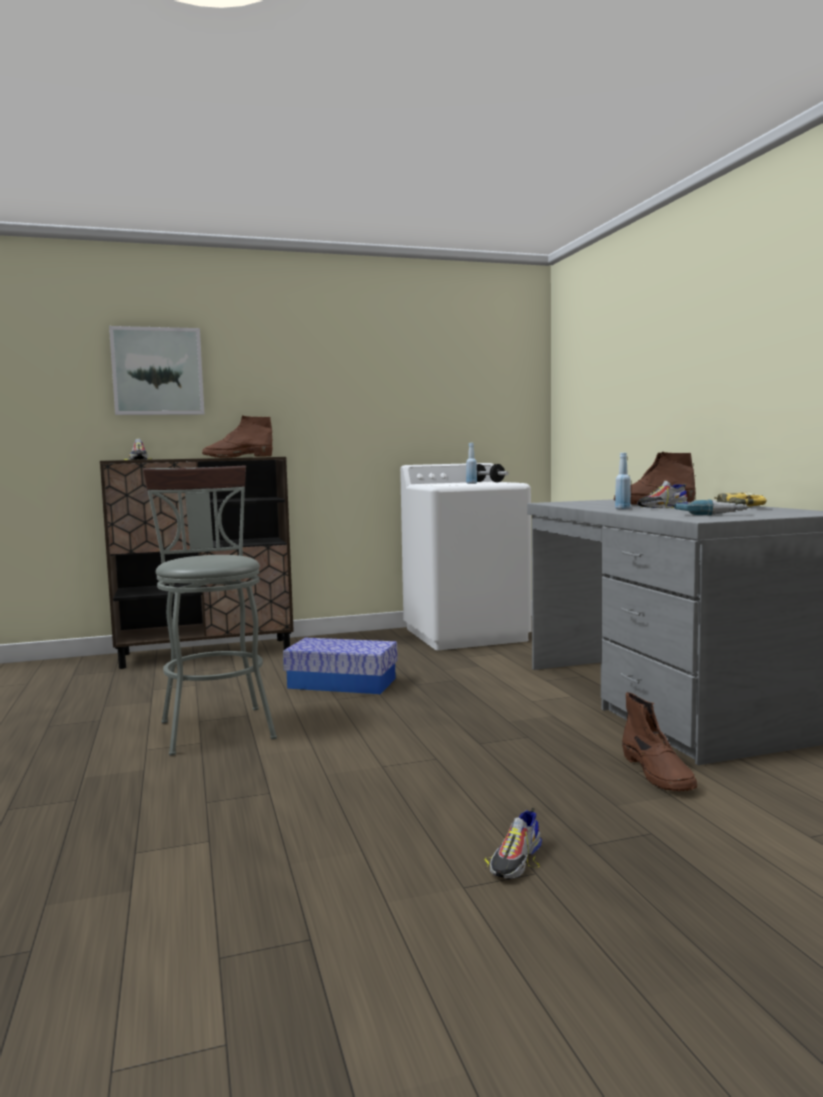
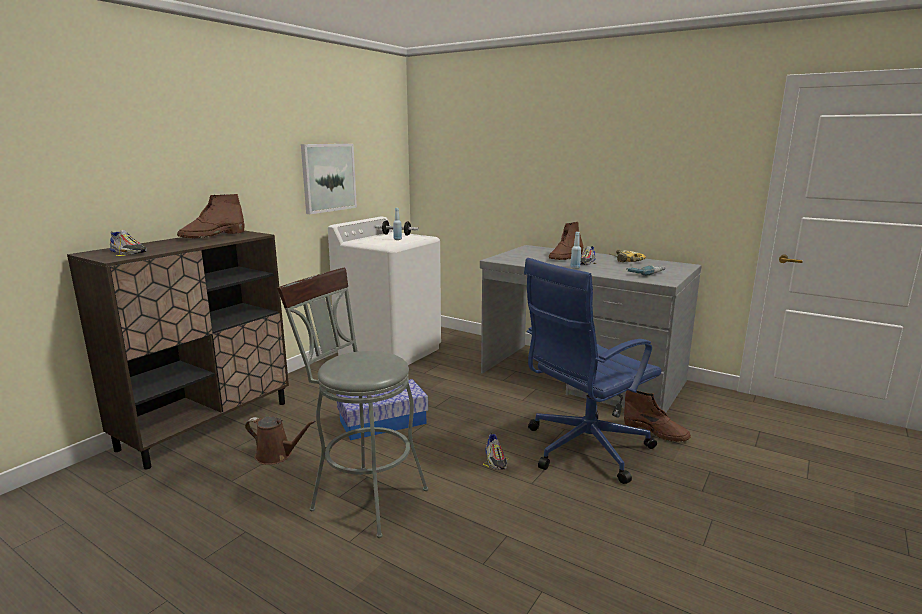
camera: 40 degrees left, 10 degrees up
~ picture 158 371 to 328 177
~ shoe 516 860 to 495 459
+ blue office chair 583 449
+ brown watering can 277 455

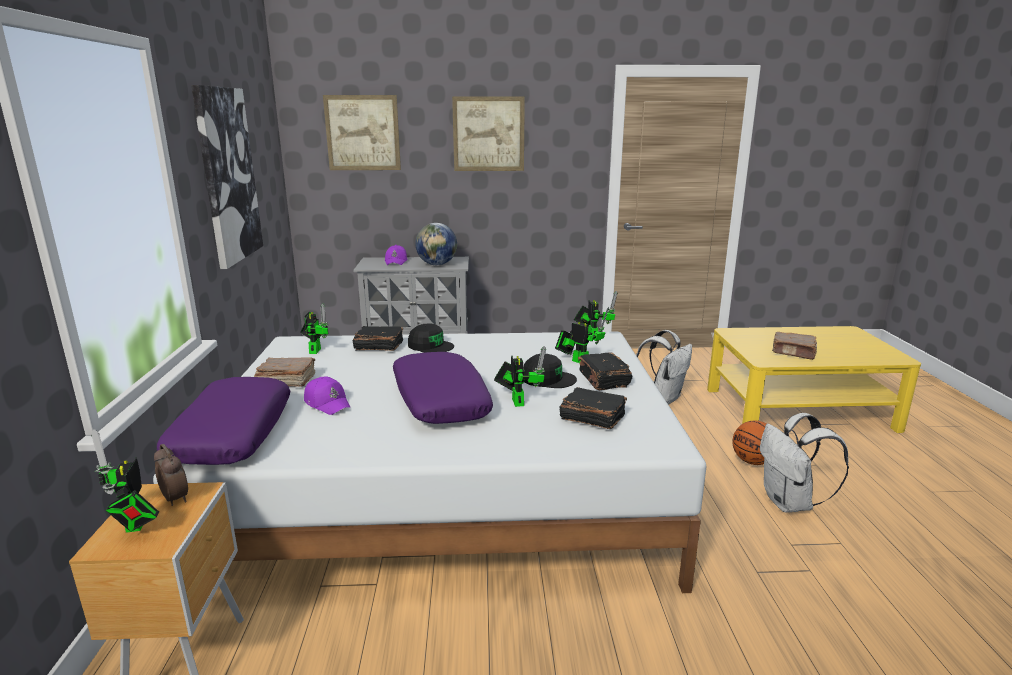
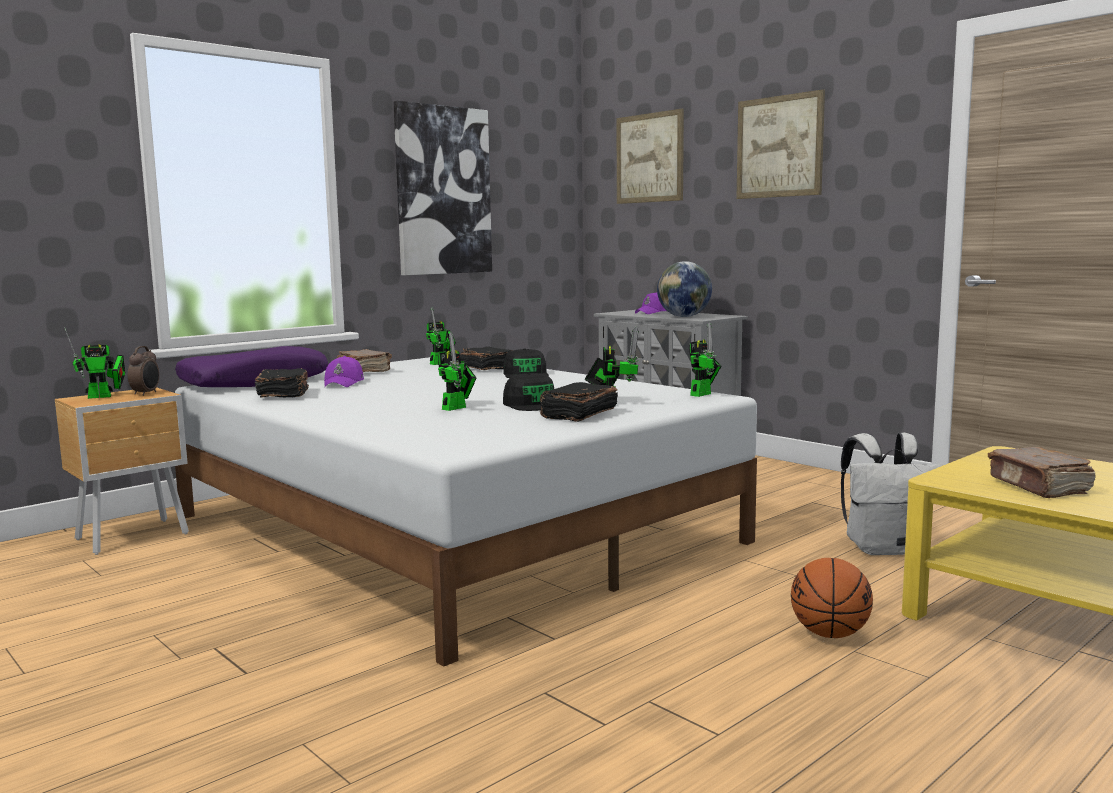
camera: 50 degrees right, 10 degrees down
- purple pillow 439 400
~ black book 591 418 to 284 395
- white backpack 790 503
~ toy robot 135 526 = 103 396 150 degrees counterclockwise

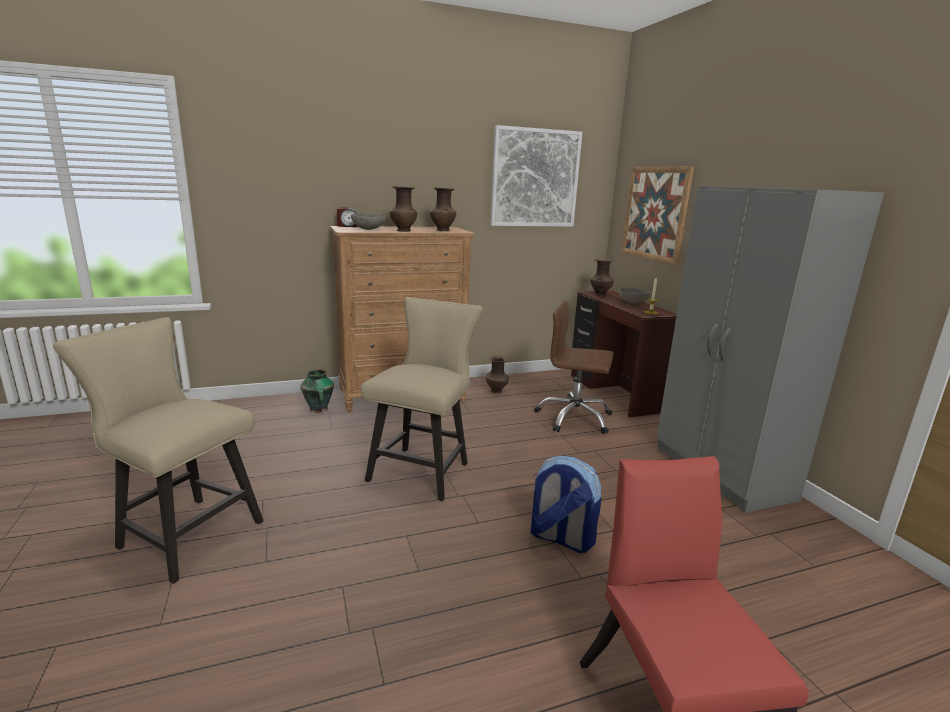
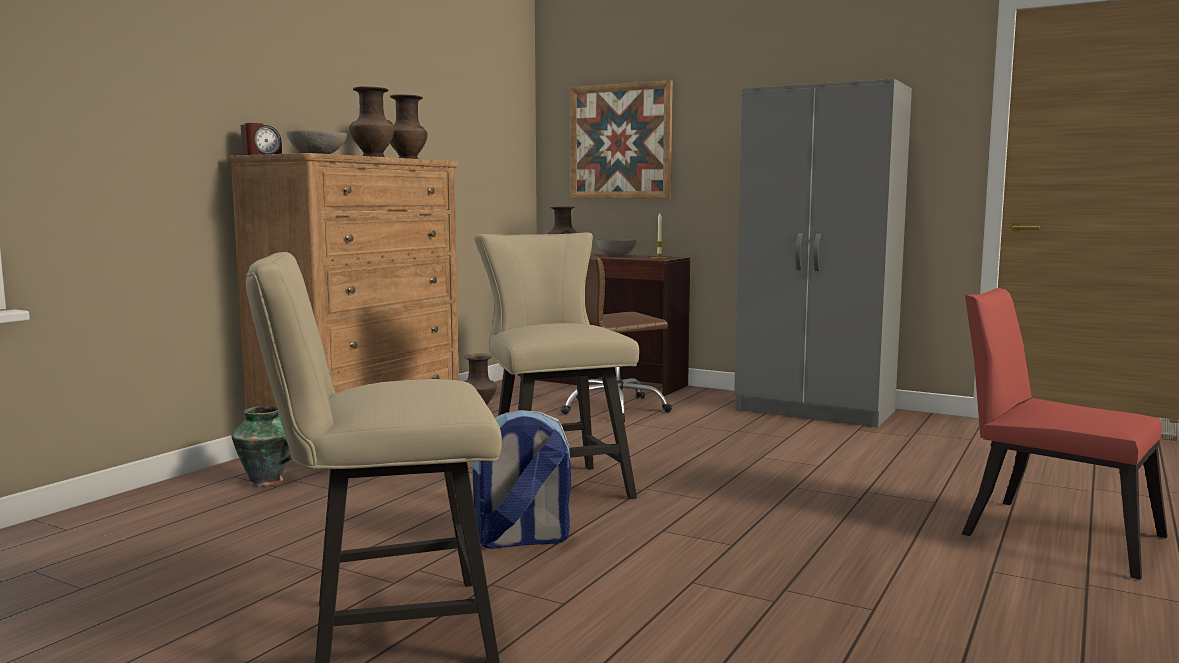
camera: 40 degrees left, 10 degrees down
- picture 535 178
~ backpack 560 538 to 521 540

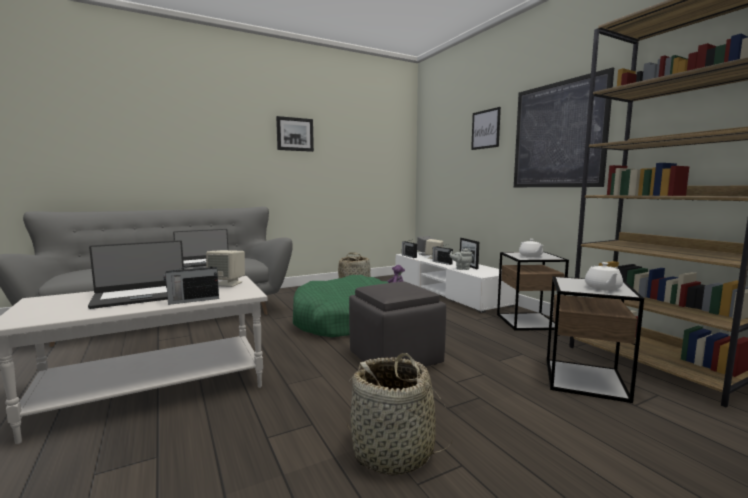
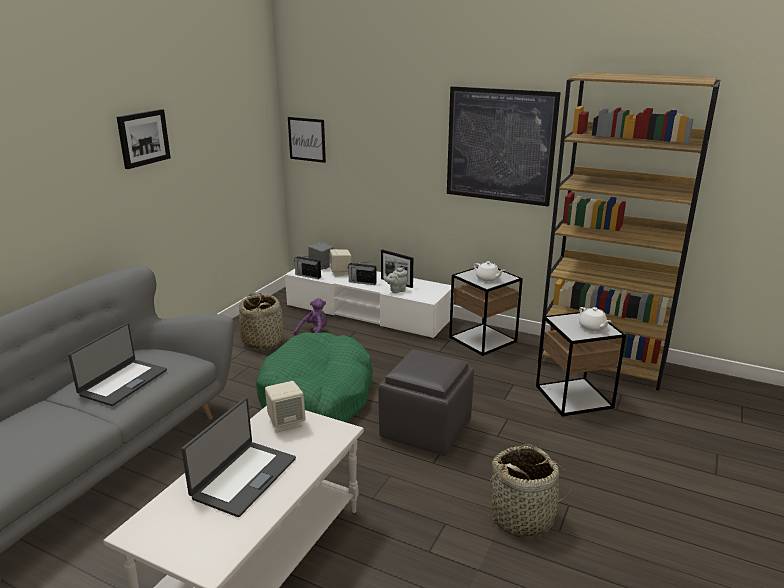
camera: 35 degrees left, 15 degrees up
~ picture 485 129 to 307 139
- radio 193 300

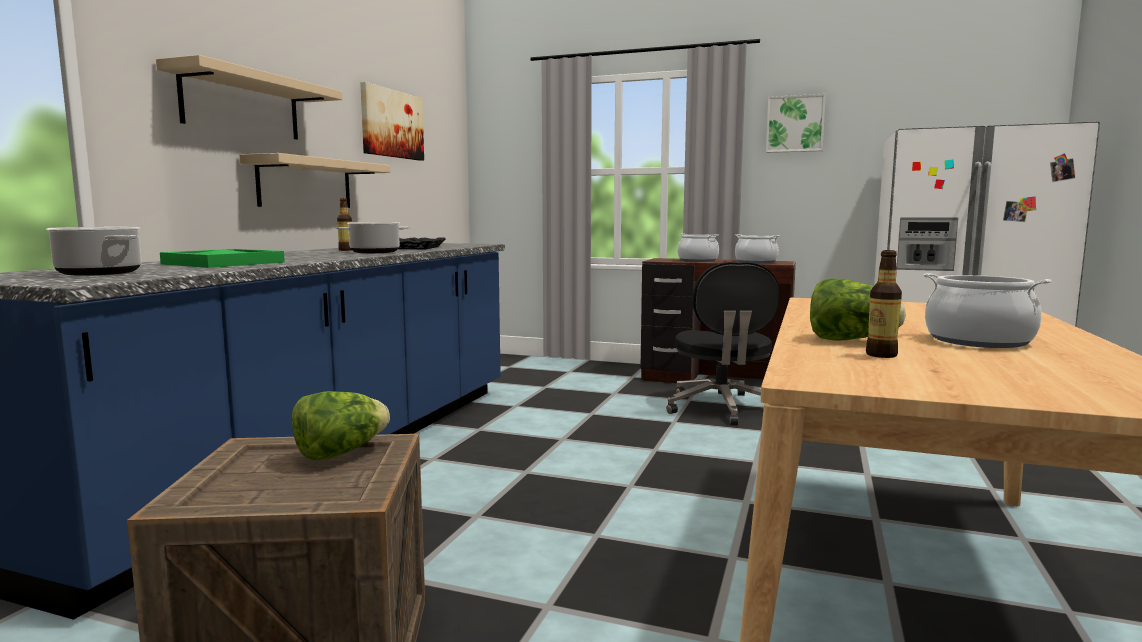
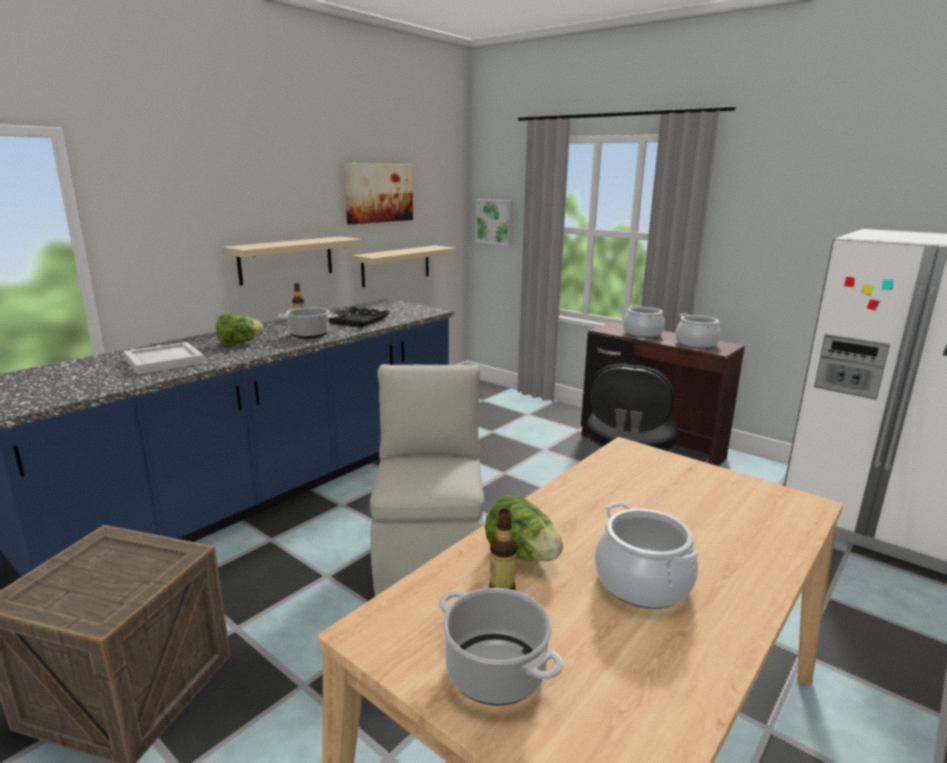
camera: 20 degrees right, 10 degrees up
~ beige shelf 242 105 to 396 265
~ picture 795 124 to 495 221
~ cooking pot 98 273 to 494 671
~ green tray 221 263 to white tray 163 361
~ lettuce 340 453 to 239 343
+ beige chair 430 556

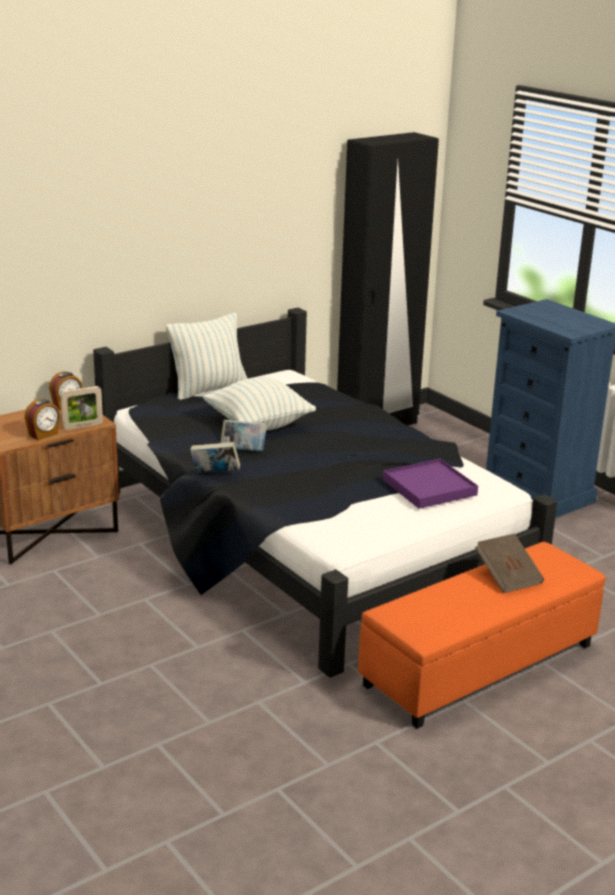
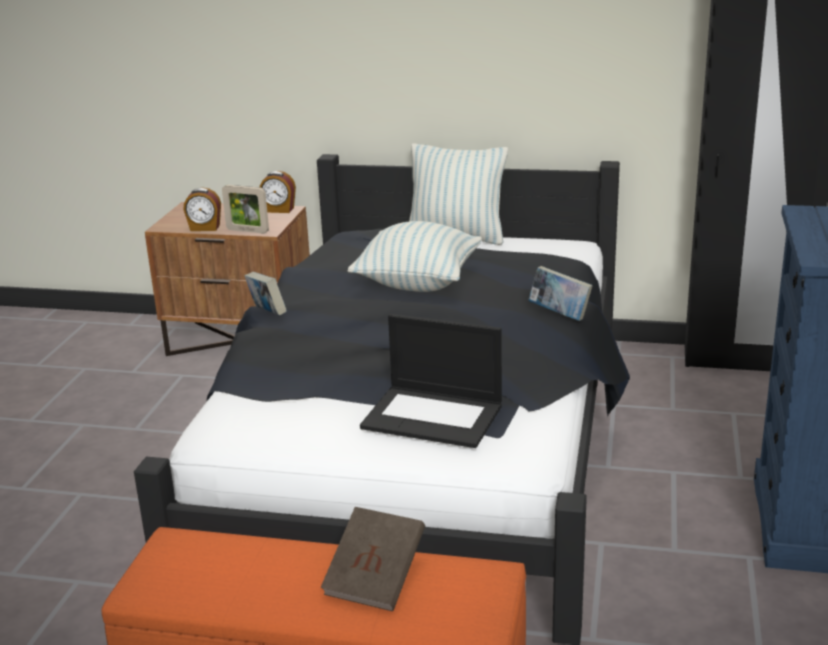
camera: 50 degrees right, 0 degrees up
~ book 243 451 to 559 315
~ purple tray 429 487 to laptop 434 416

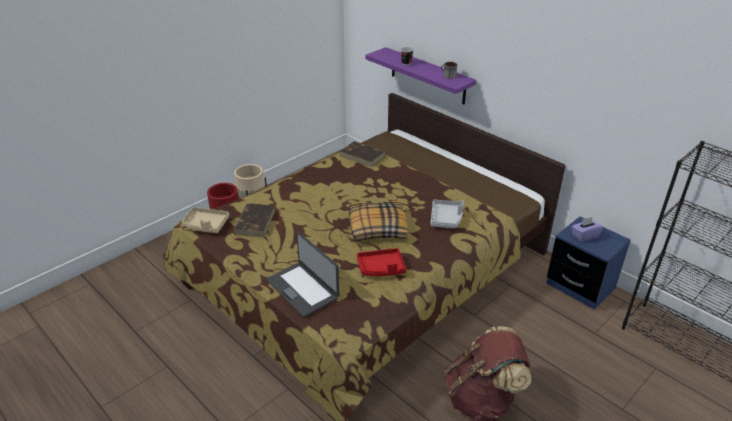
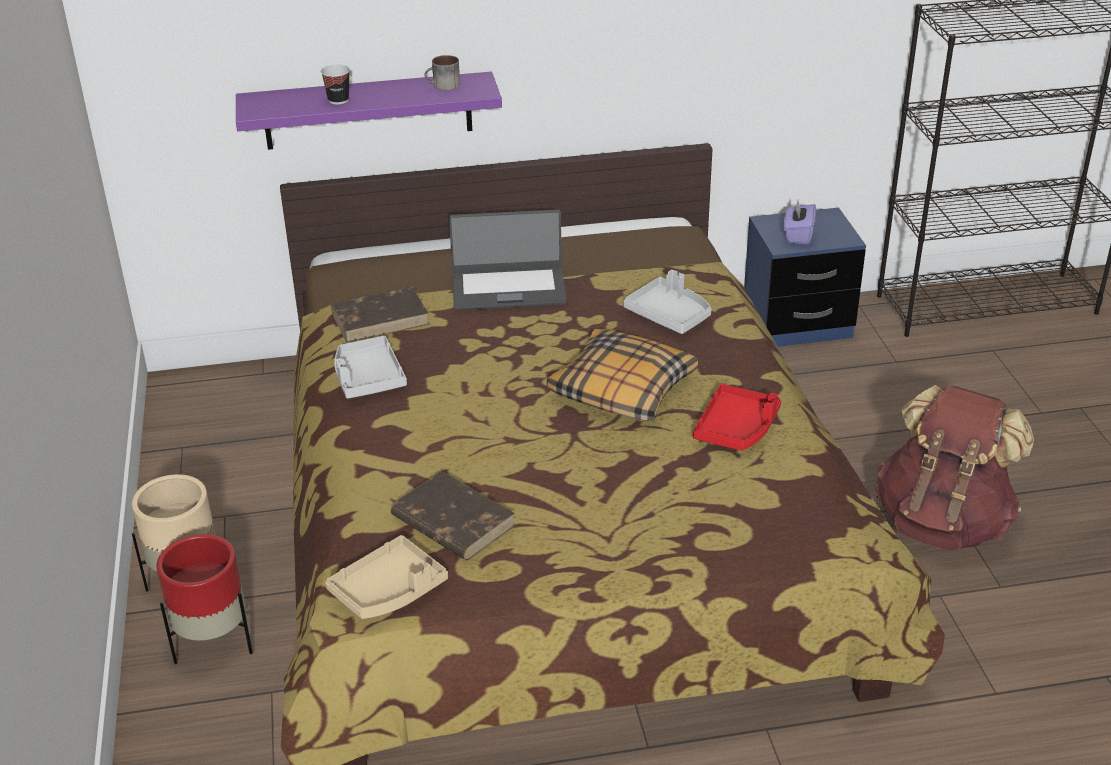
camera: 55 degrees left, 0 degrees up
~ laptop 303 289 to 508 288
+ grey tray 367 378

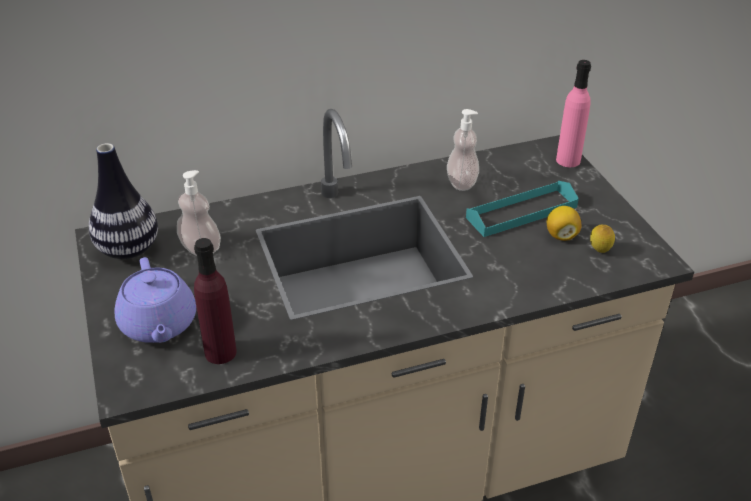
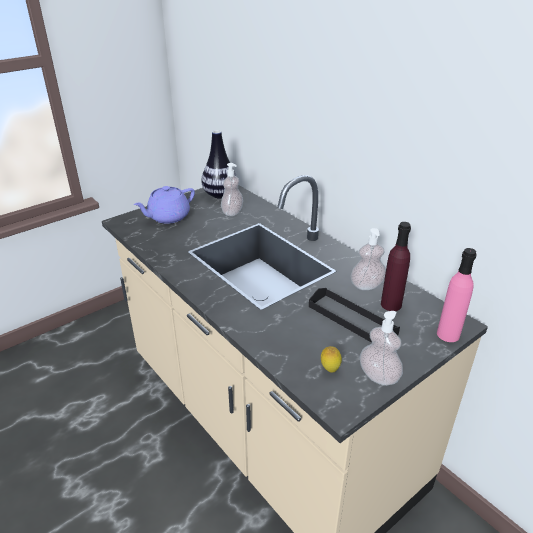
camera: 70 degrees right, 5 degrees down
~ turquoise tray 521 212 to black tray 352 320
- lemon 561 235
~ purple bottle 220 352 to 391 304
+ soap dispenser 378 376

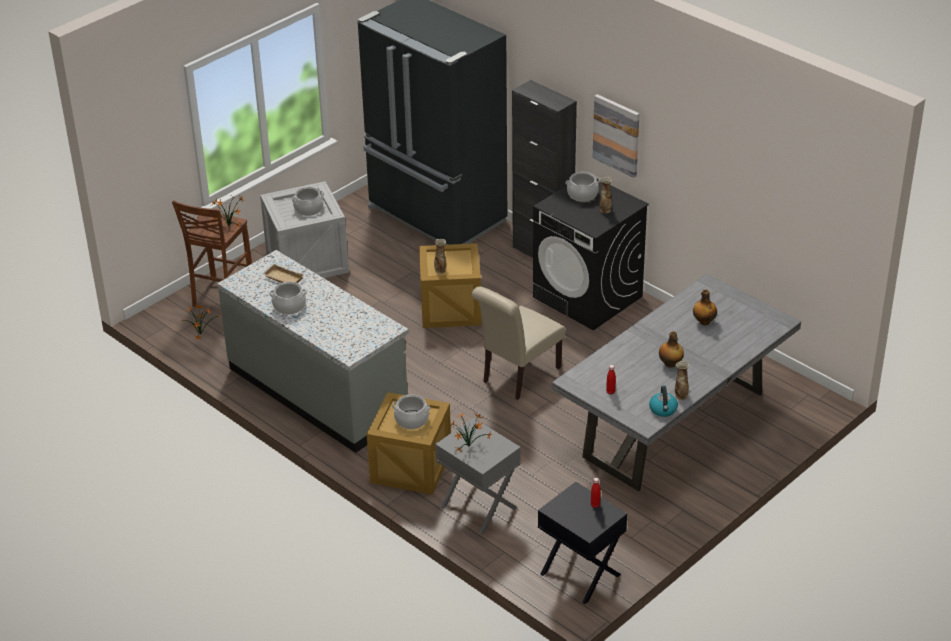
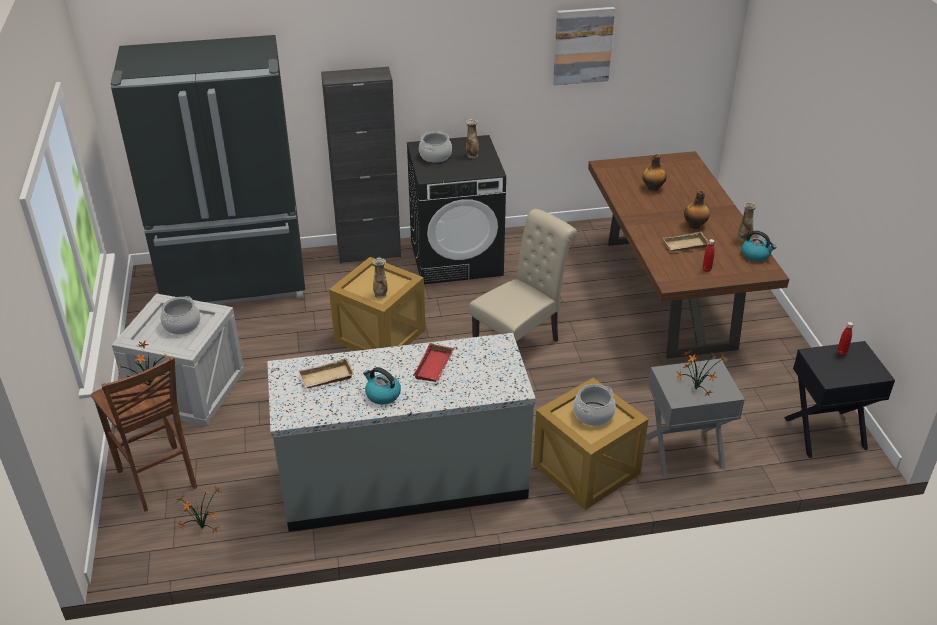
camera: 55 degrees left, 0 degrees up
~ picture 617 135 to 582 45
~ grey dining table 673 426 to brown dining table 669 294
~ cooking pot 289 306 to kettle 382 395
~ beige chair 517 376 = 520 343 120 degrees counterclockwise
+ beige tray 685 246
+ red tray 435 367

